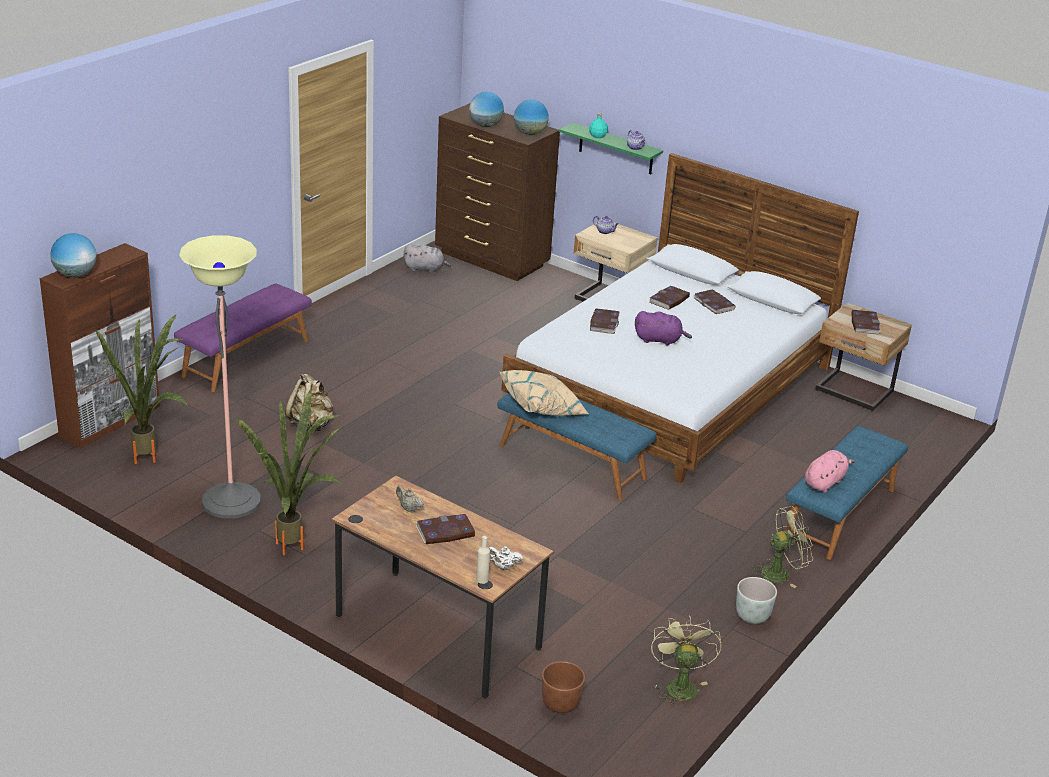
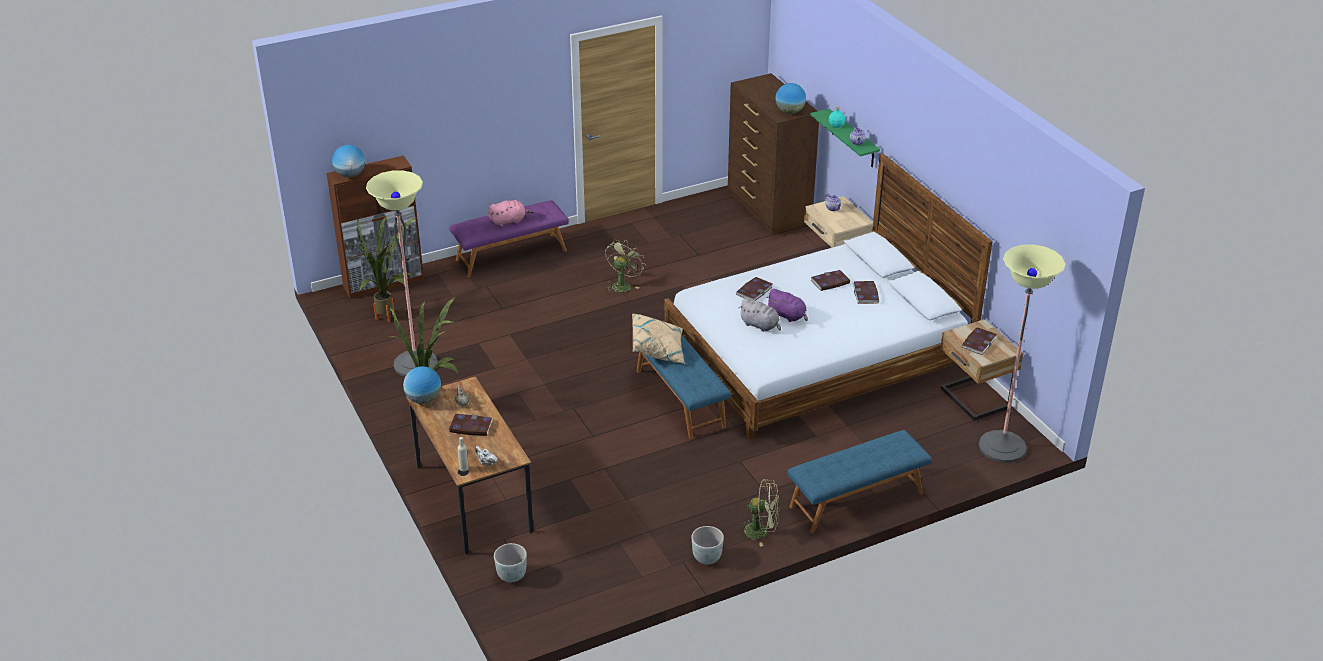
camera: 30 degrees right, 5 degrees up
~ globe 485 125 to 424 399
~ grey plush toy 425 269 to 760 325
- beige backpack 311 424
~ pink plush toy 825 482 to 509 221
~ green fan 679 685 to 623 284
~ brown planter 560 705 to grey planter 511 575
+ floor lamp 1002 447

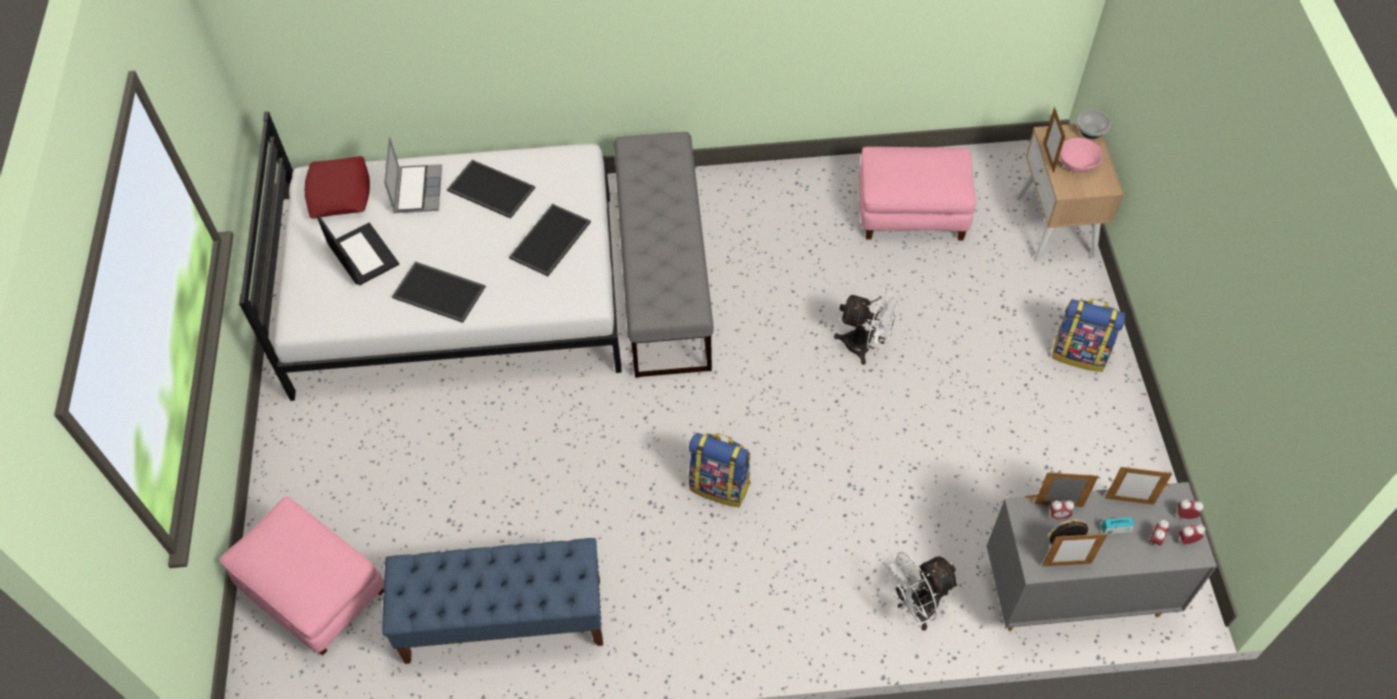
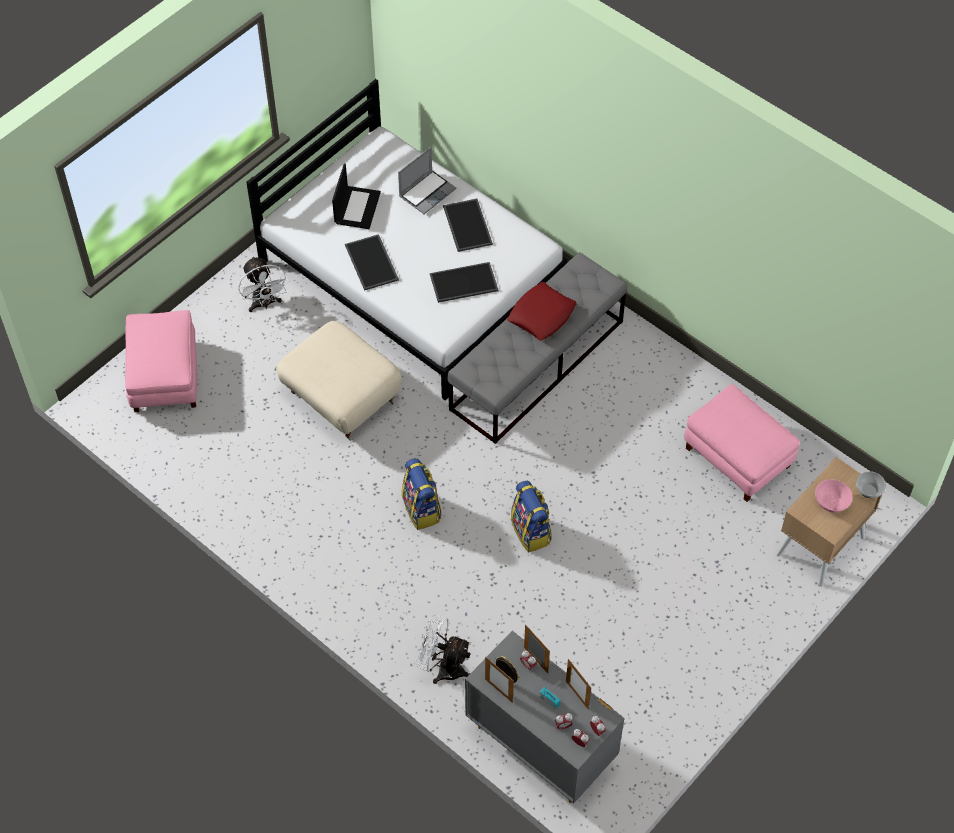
camera: 45 degrees right, 0 degrees up
- picture frame 1048 158
~ red pillow 339 192 to 541 315
~ white fan 866 346 to 264 304
~ backpack 1080 353 to 531 532
- blue bench 503 620
+ beige ottoman 340 399

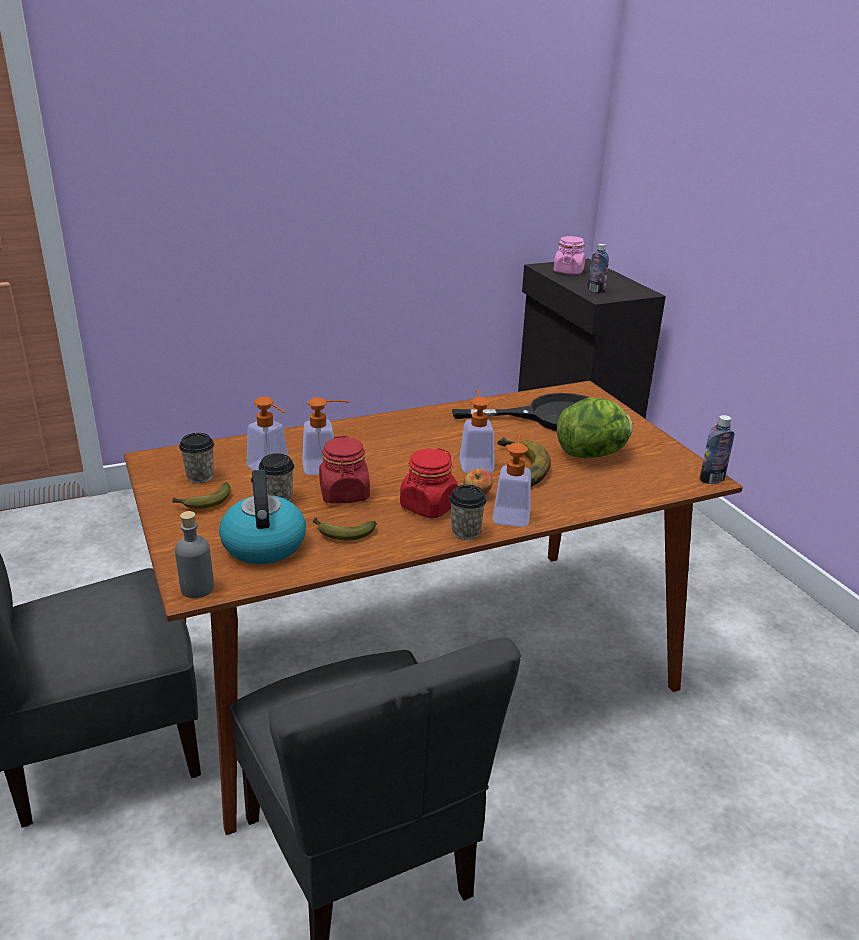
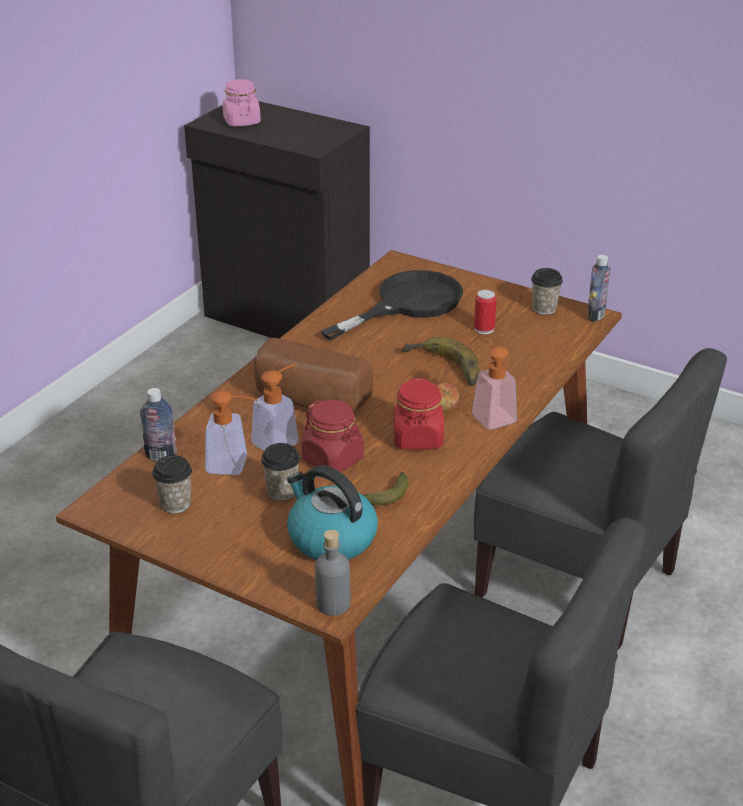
camera: 35 degrees left, 5 degrees up
~ bottle 596 291 to 161 456
- soap dispenser 475 463
~ lettuce 593 454 to can 484 329
- banana 203 503
~ cup 465 532 to 544 308
+ bread 308 401
+ grey chair 578 582

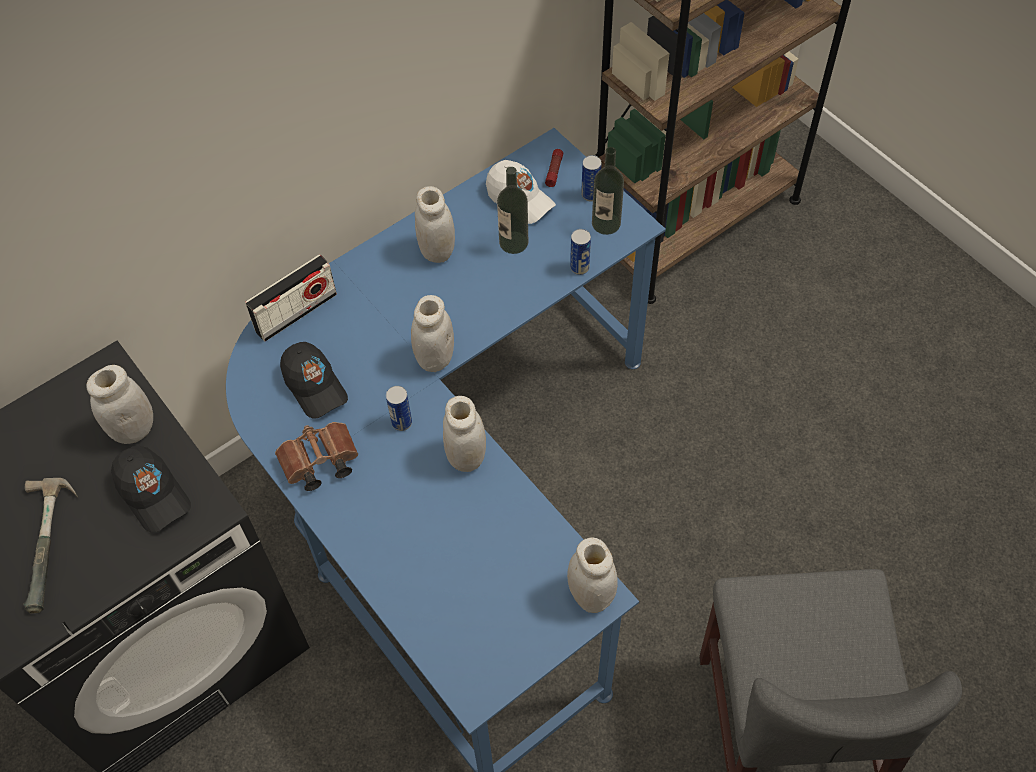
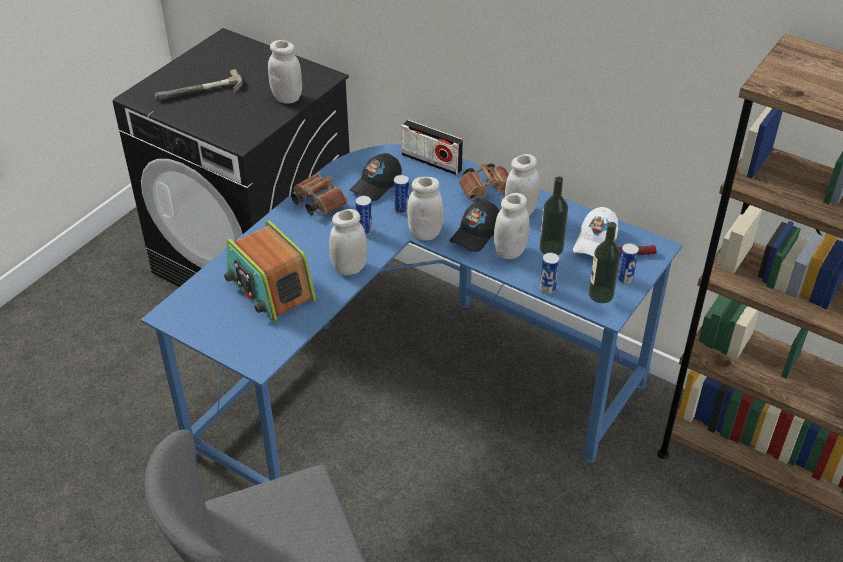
camera: 70 degrees right, 15 degrees down
~ black cap 153 494 to 475 234
~ white jar 591 595 to 509 251
+ brown binoculars 487 190
+ can 401 210
+ radio 270 288

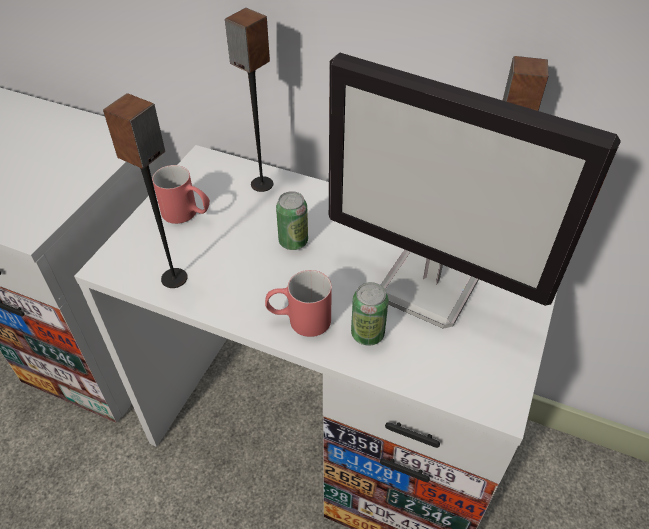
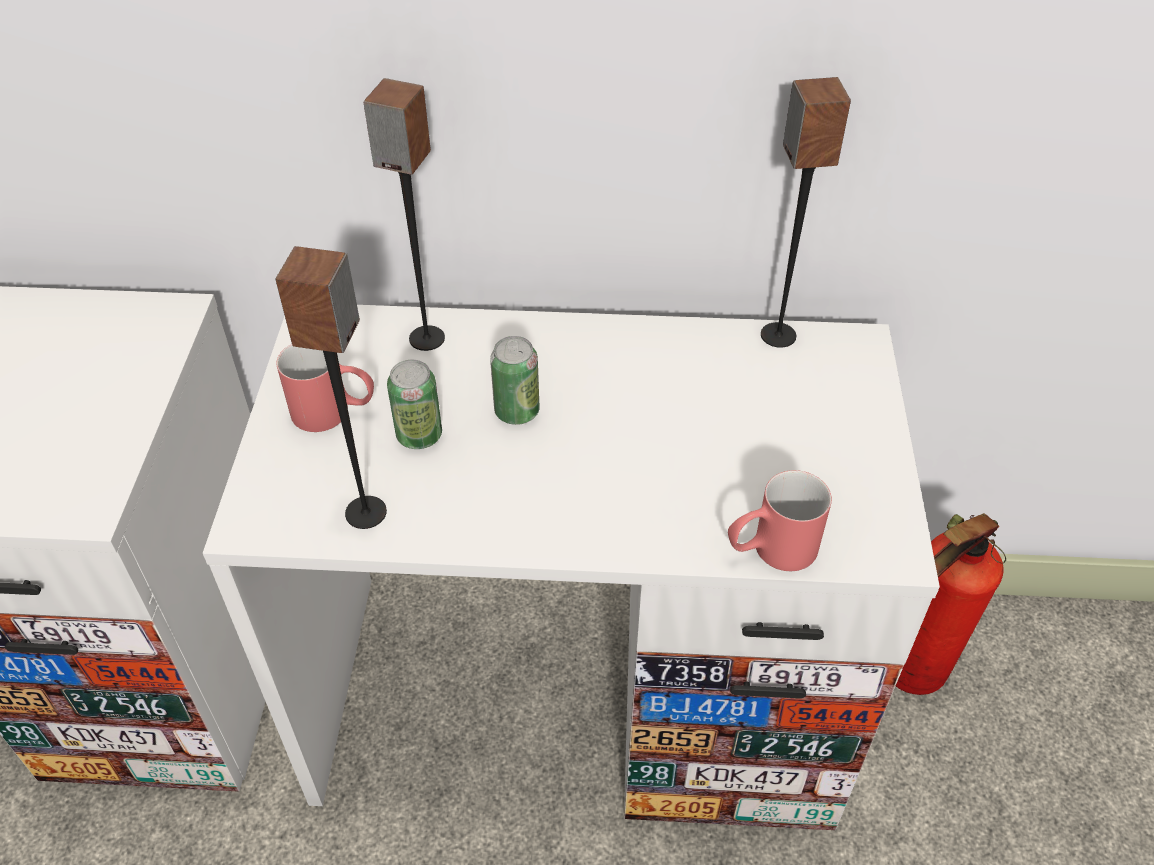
camera: 20 degrees left, 0 degrees up
- monitor 430 287
~ red mug 299 320 to 770 550
~ can 367 334 to 419 435
+ fire extinguisher 905 675

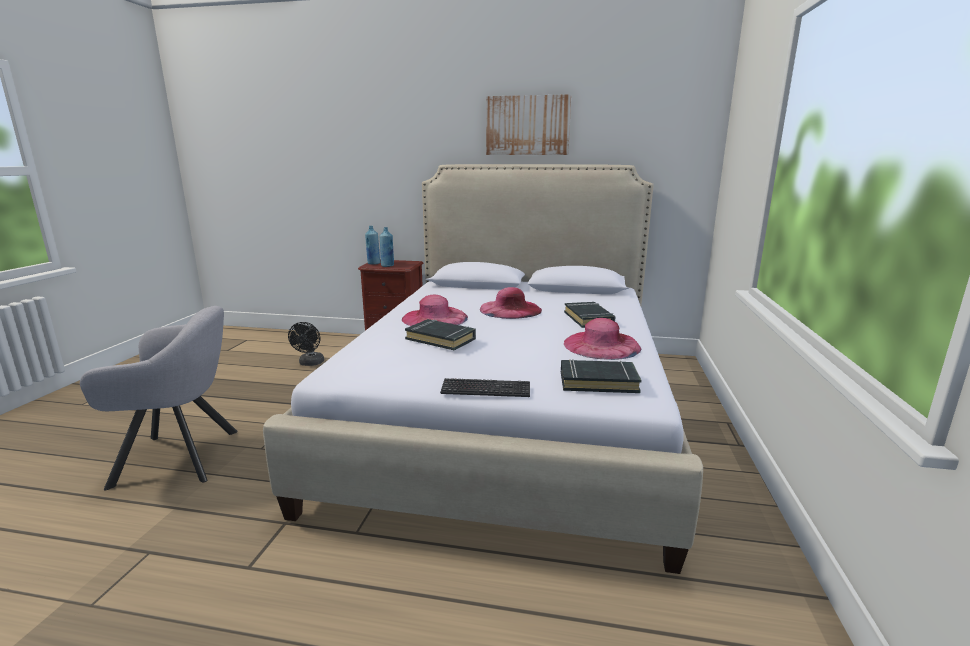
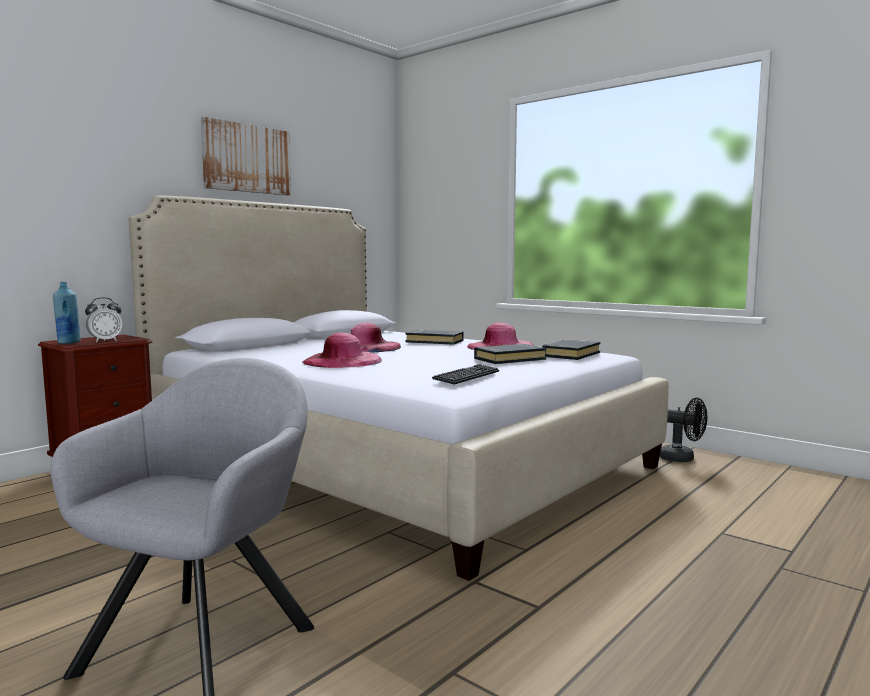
camera: 60 degrees left, 10 degrees down
~ blue bottle 387 266 to alarm clock 105 341
~ black book 441 339 to 509 359
~ black fan 310 363 to 682 459
~ keyboard 485 390 to 467 376

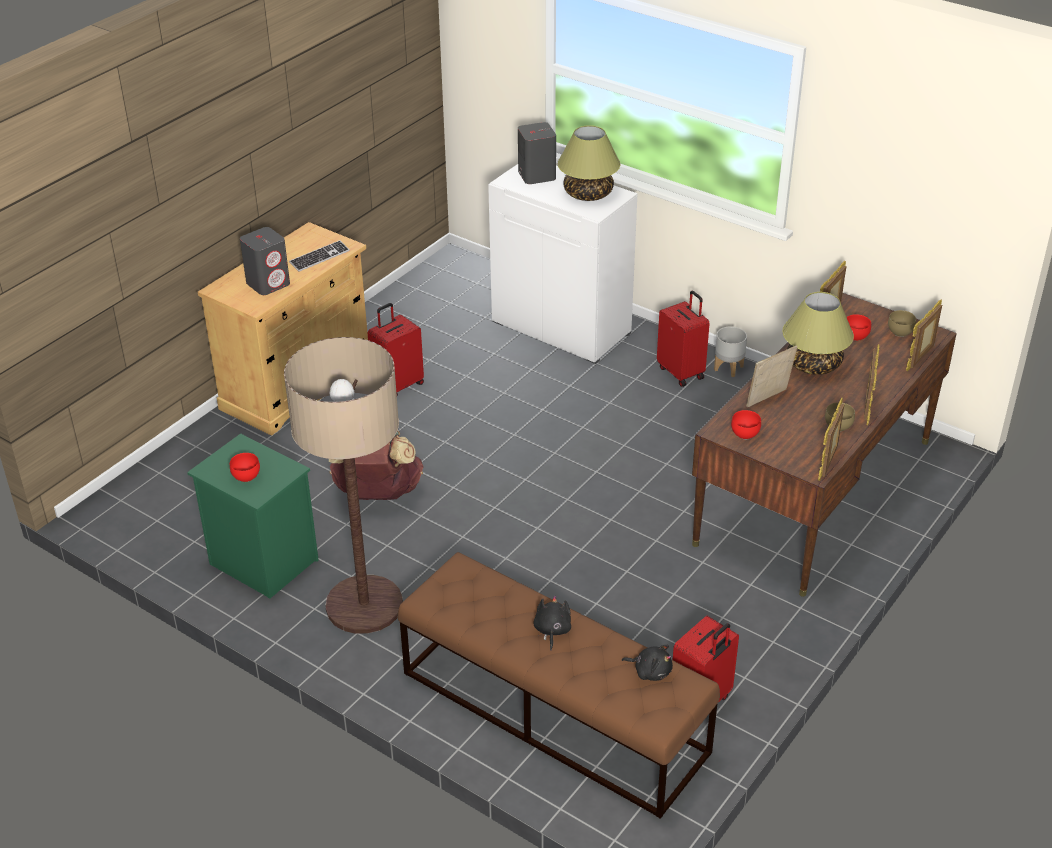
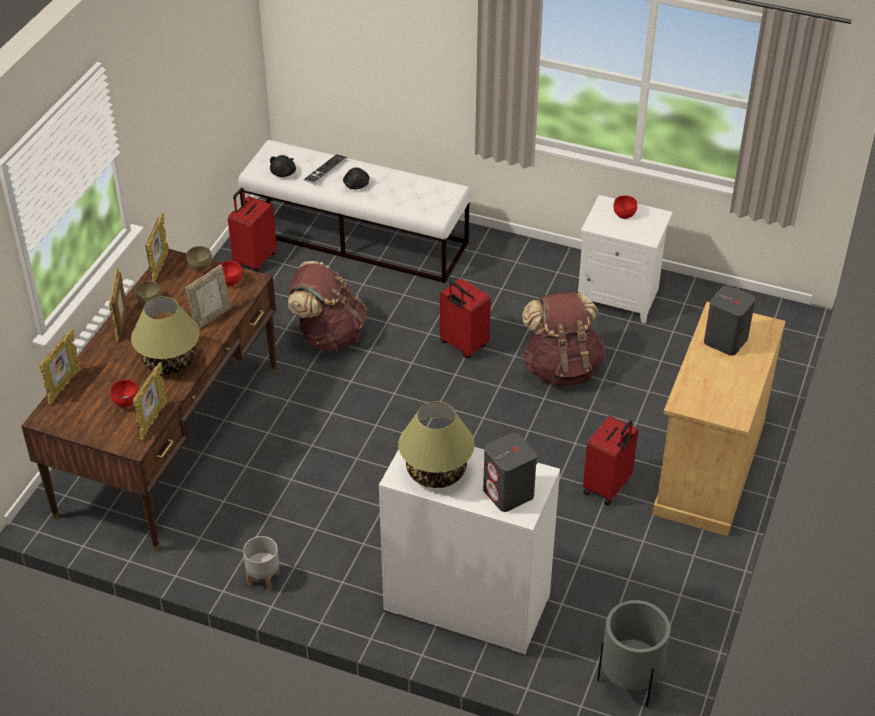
camera: 165 degrees right, 5 degrees up
~ keyboard 319 257 to 325 170
~ red suitcase 682 372 to 462 345
~ brown bowl 899 333 to 200 266
- floor lamp 364 605
~ green nightstand 261 562 to white nightstand 620 297
~ brown bench 552 711 to white bench 356 237
~ black plush toy 650 671 = 284 173 75 degrees counterclockwise
+ brown backpack 328 335
+ grey planter 629 682

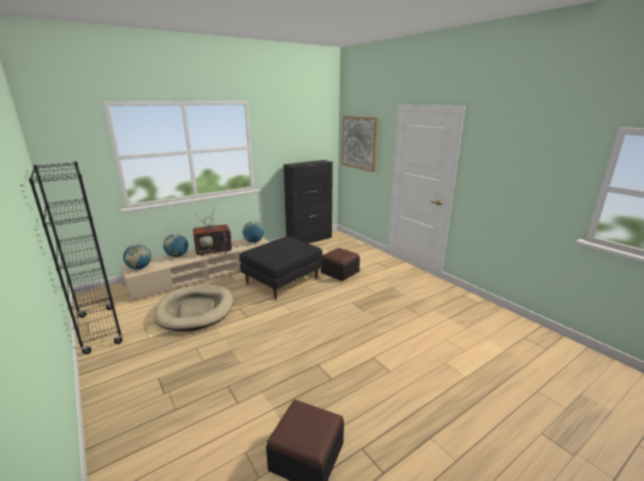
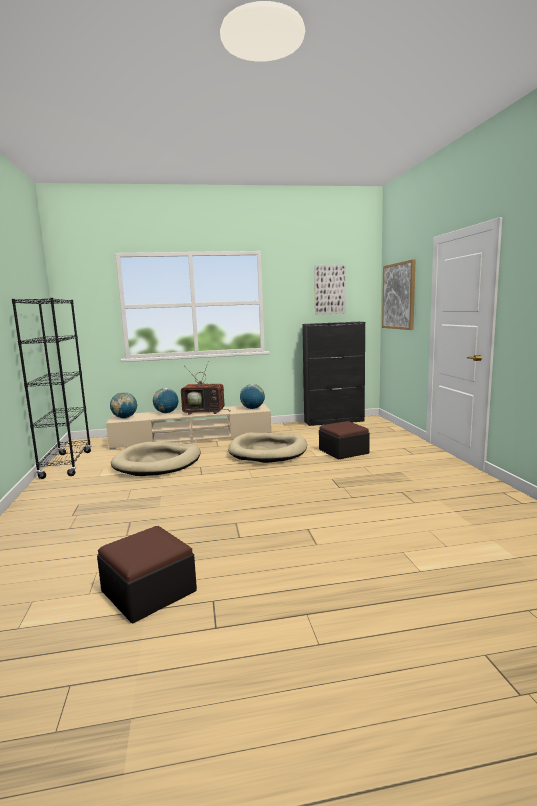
camera: 25 degrees right, 10 degrees down
~ black ottoman 283 280 to beige dog bed 268 451
+ picture 329 289

